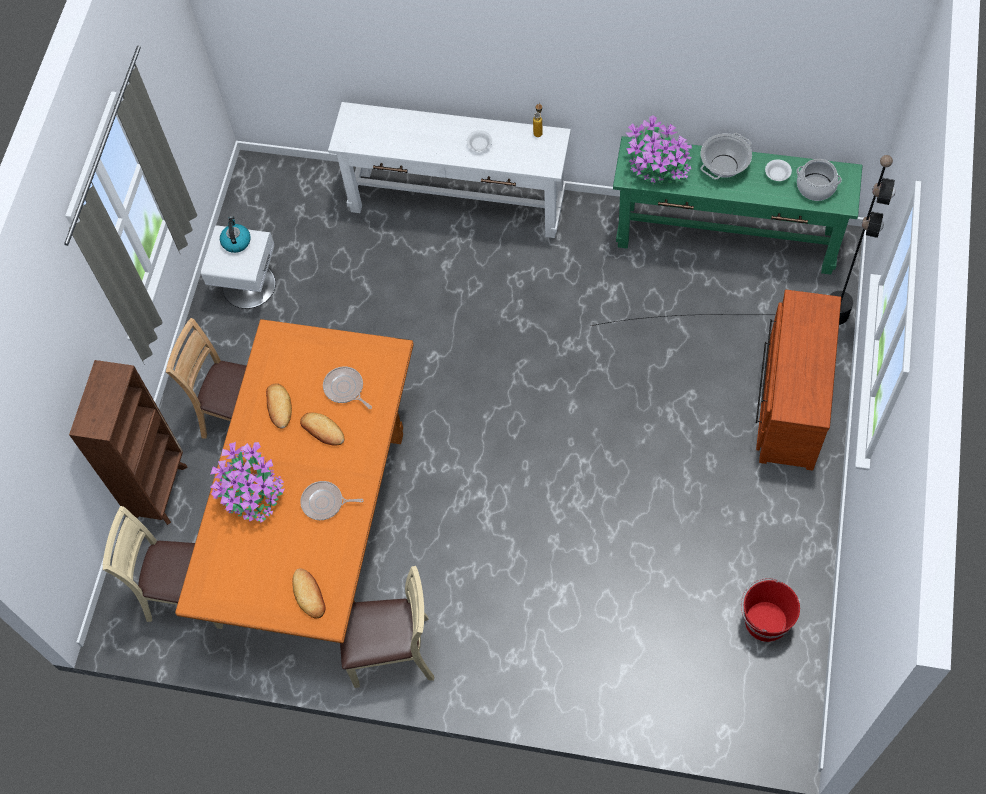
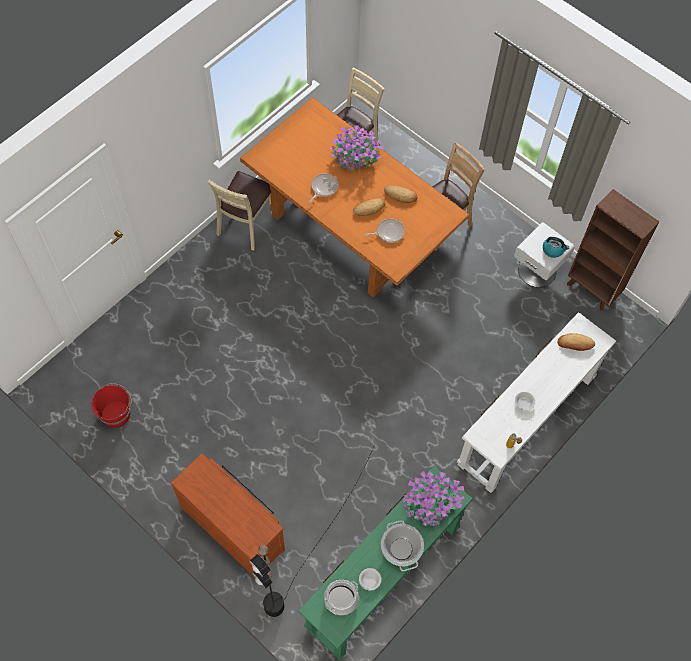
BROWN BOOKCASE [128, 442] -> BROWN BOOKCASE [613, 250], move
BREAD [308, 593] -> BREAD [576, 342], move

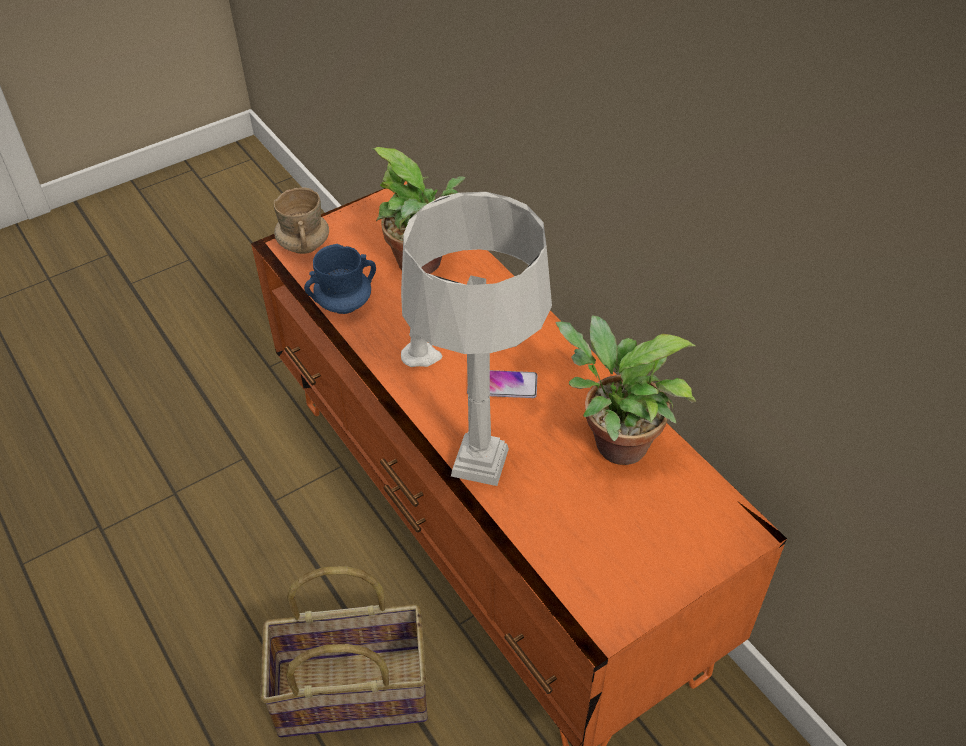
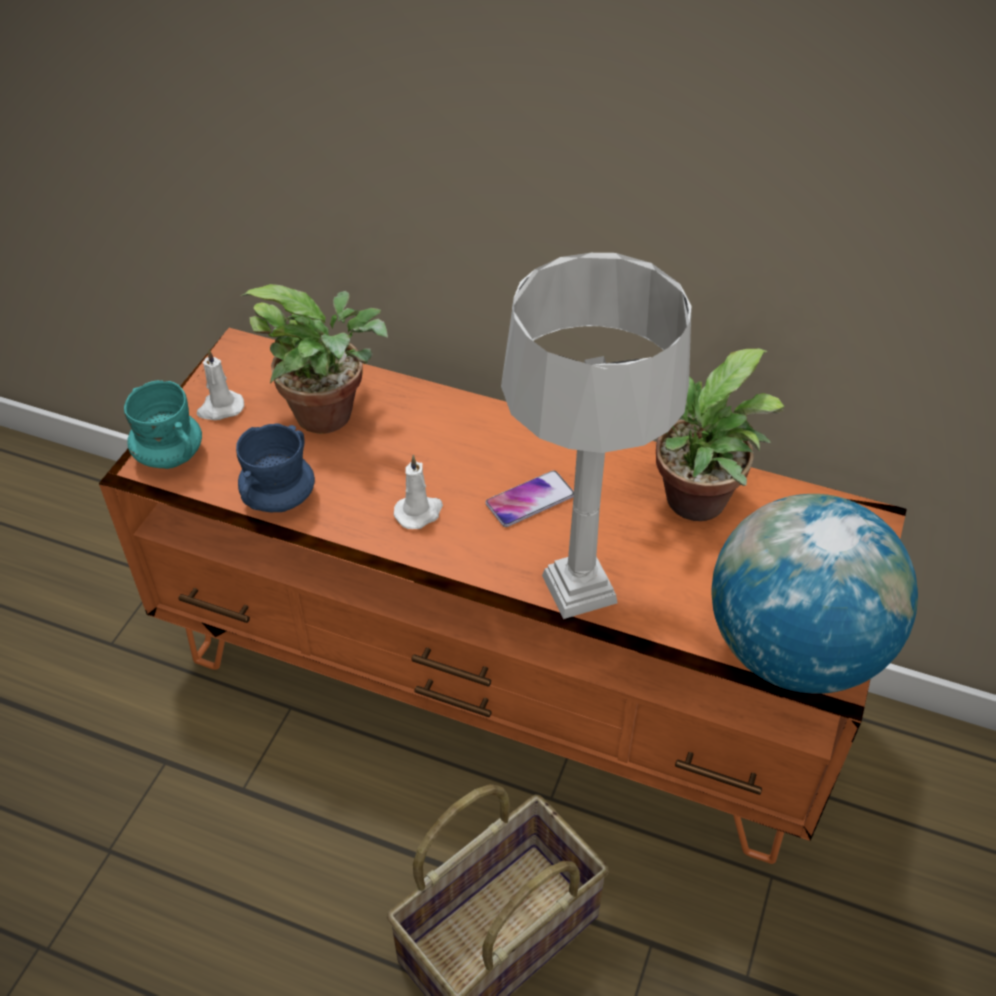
BEIGE MUG [301, 220] -> TURQUOISE MUG [163, 424]
none -> WHITE CANDLE [220, 384]
none -> GLOBE [815, 594]

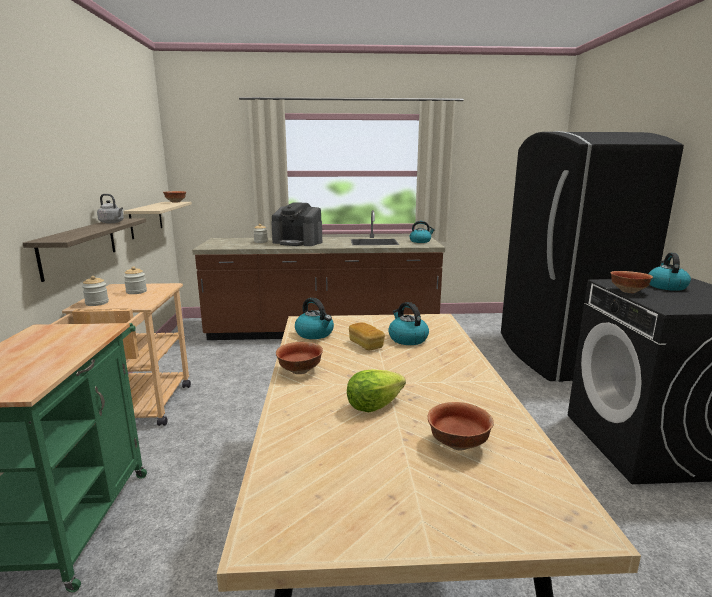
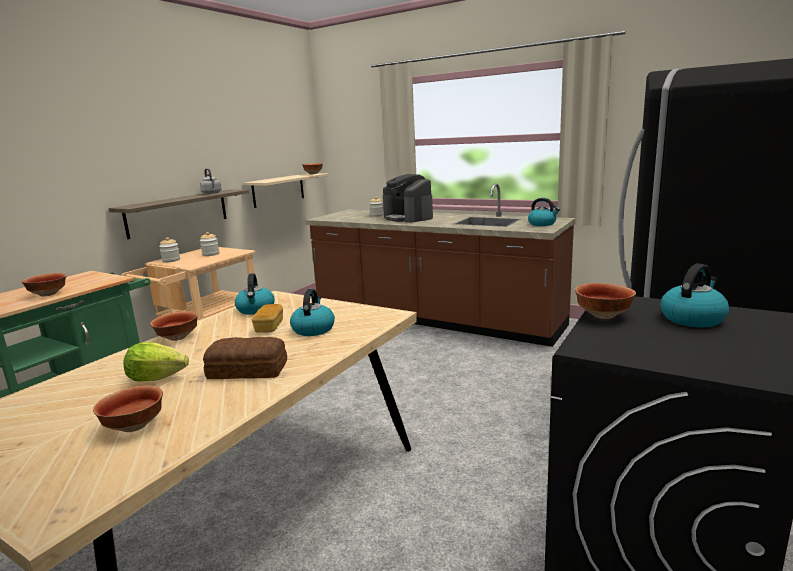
none -> BOWL [43, 285]
none -> BREAD [245, 358]

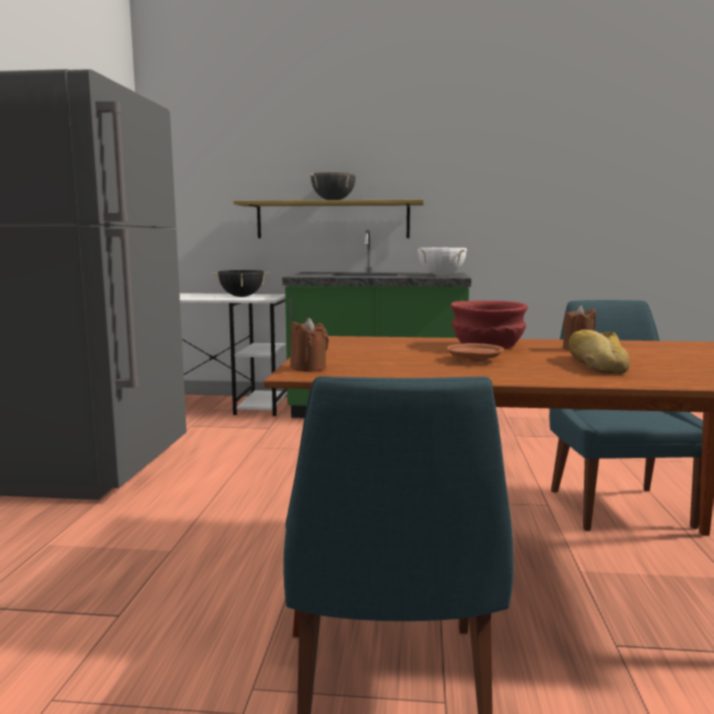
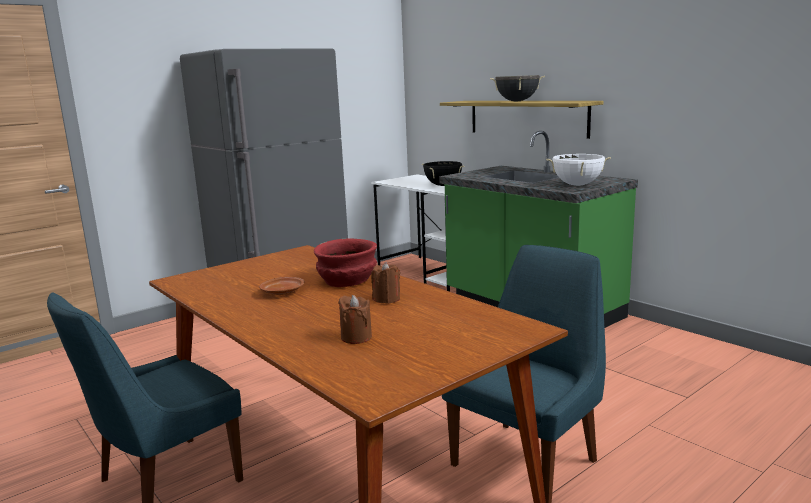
BROWN CANDLE [309, 344] -> BROWN CANDLE [355, 319], move
BREAD [599, 351] -> none

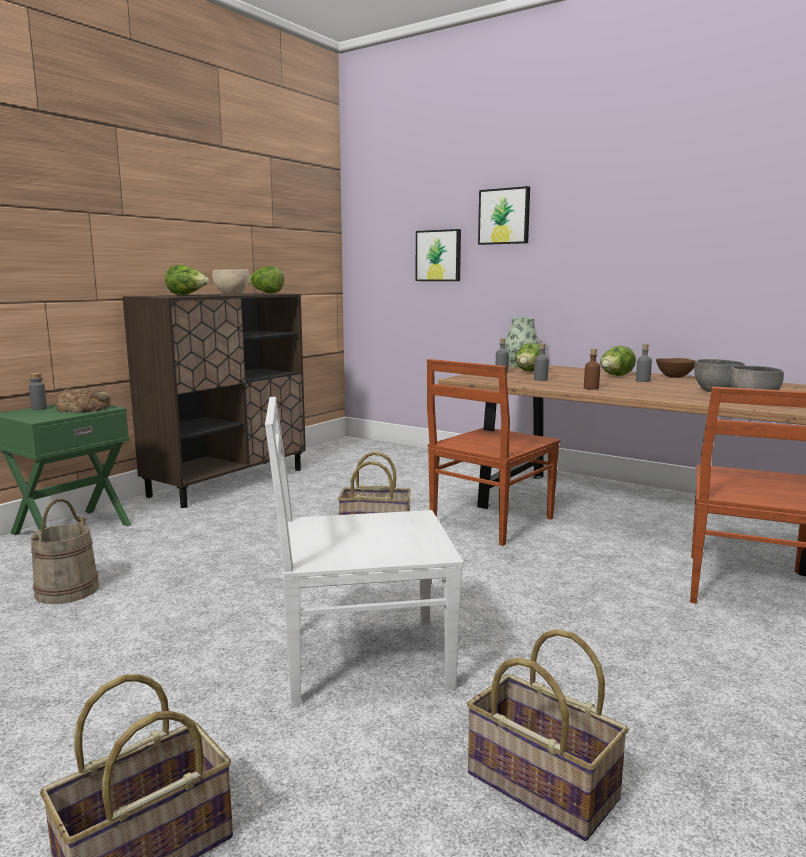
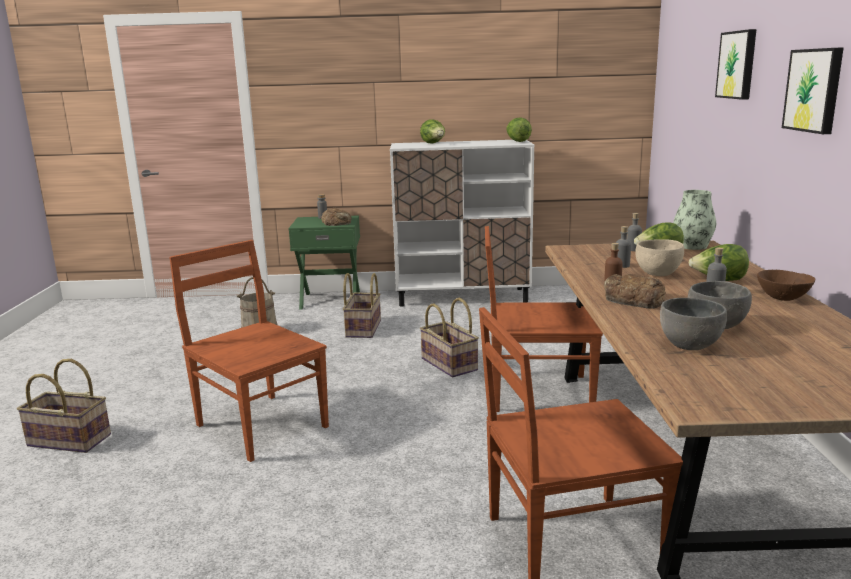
PICTURE [438, 255] -> PICTURE [813, 90], move
BEIGE BOWL [231, 281] -> BEIGE BOWL [659, 257], move
BROWN CABINET [214, 400] -> WHITE CABINET [462, 223]
WHITE CHAIR [364, 551] -> BROWN CHAIR [249, 351]
BASKET [548, 735] -> BASKET [362, 305], move
none -> BREAD [635, 291]

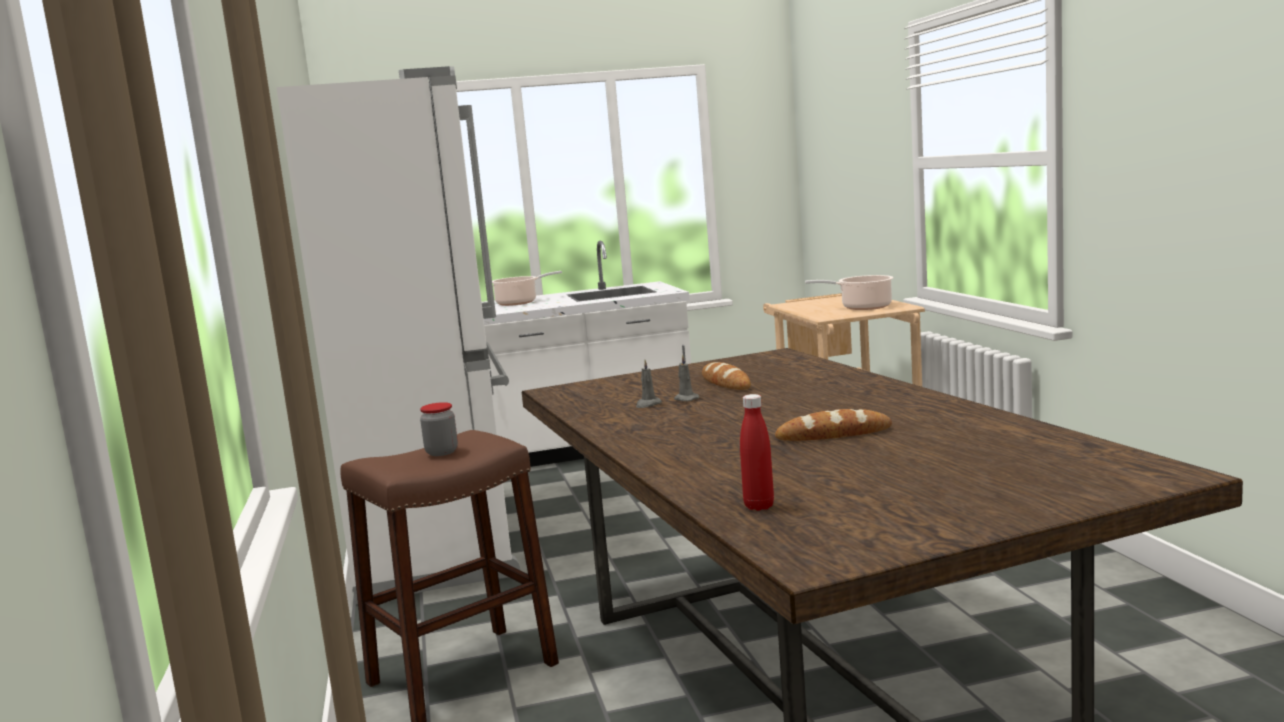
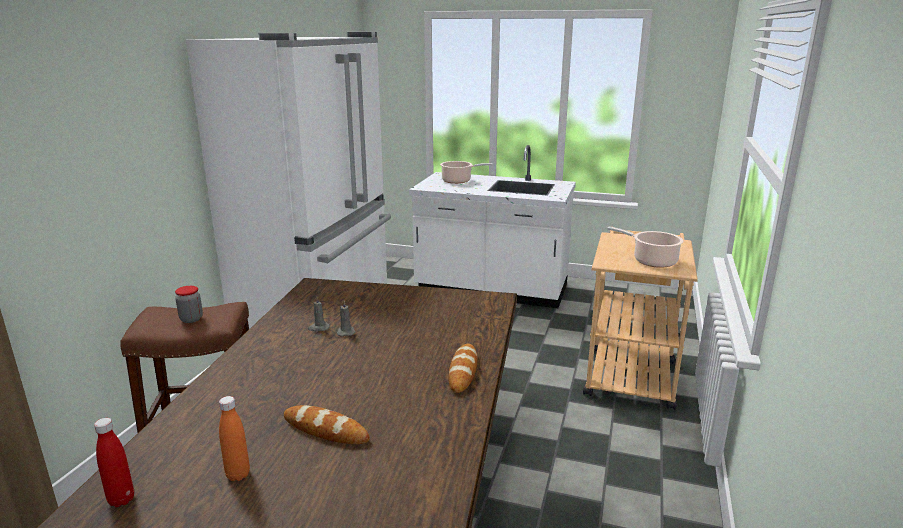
BREAD [726, 376] -> BREAD [463, 368], move
none -> ORANGE BOTTLE [234, 438]

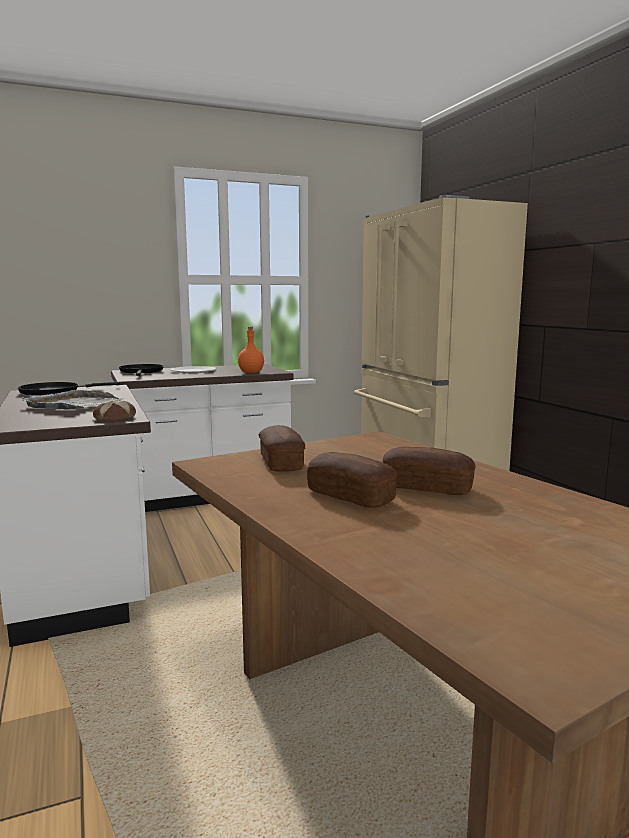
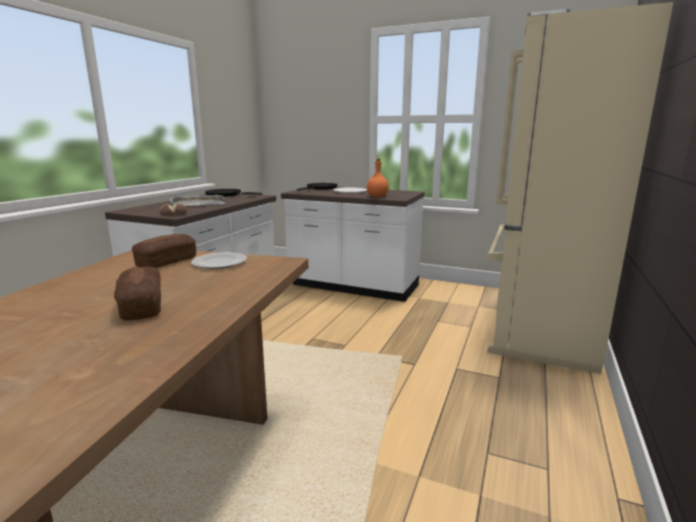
BREAD [352, 480] -> none
none -> PLATE [219, 260]

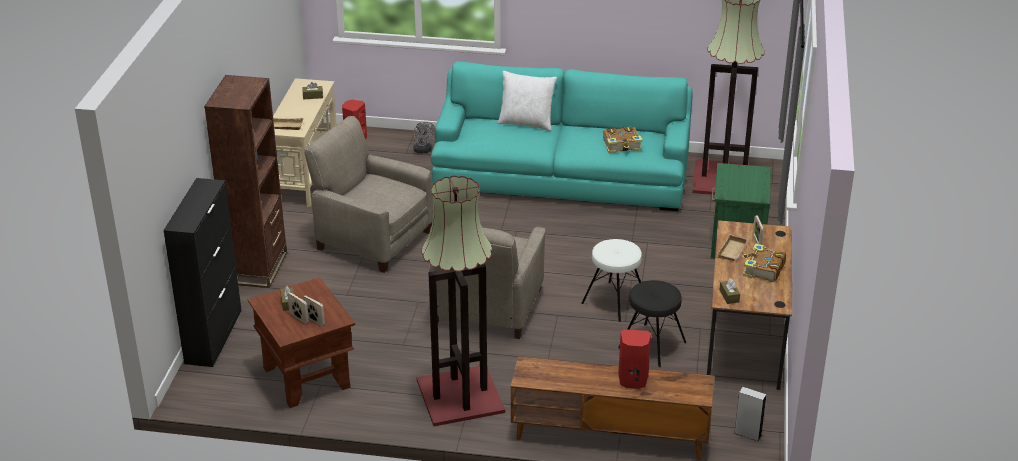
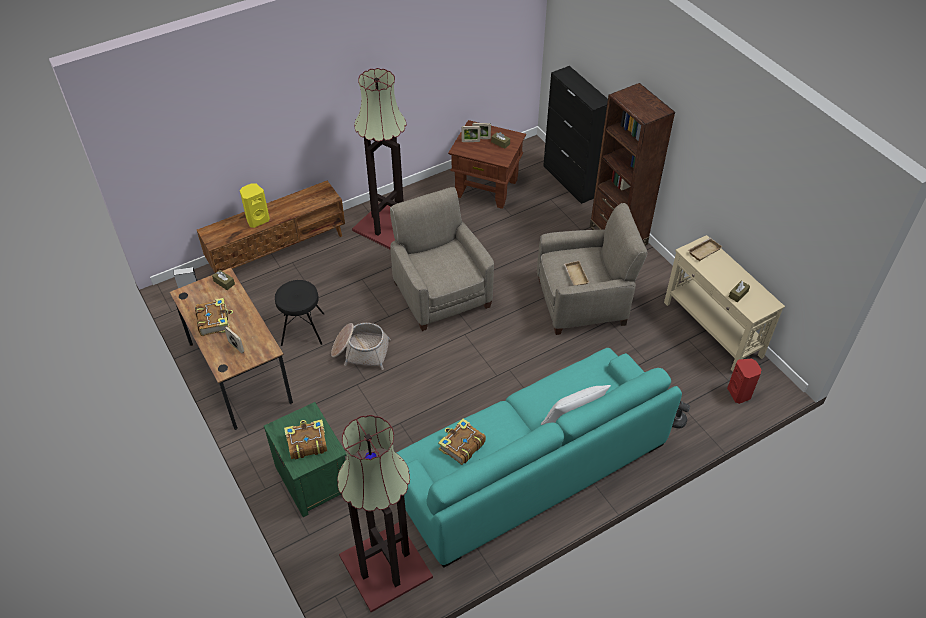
BEIGE TRAY [733, 247] -> BEIGE TRAY [576, 273], move
WHITE STOOL [611, 280] -> BASKET [361, 346]
RED SPEAKER [634, 359] -> YELLOW SPEAKER [255, 206]
none -> BOOK [305, 439]

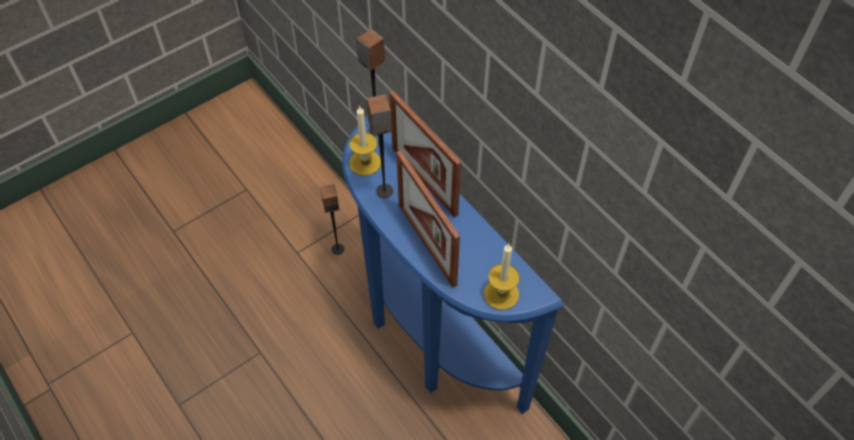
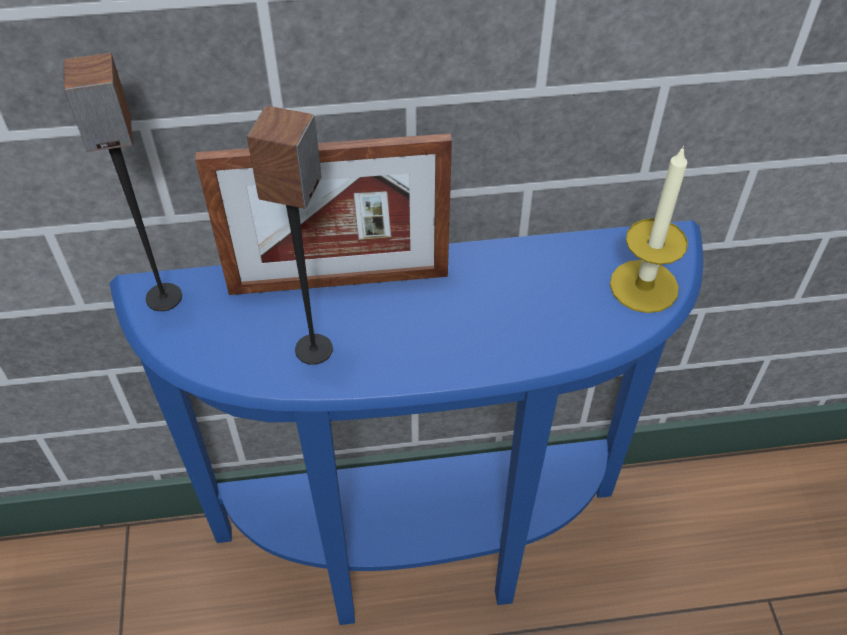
CANDLE [365, 141] -> none
PICTURE FRAME [428, 218] -> none
SPEAKER [332, 219] -> none

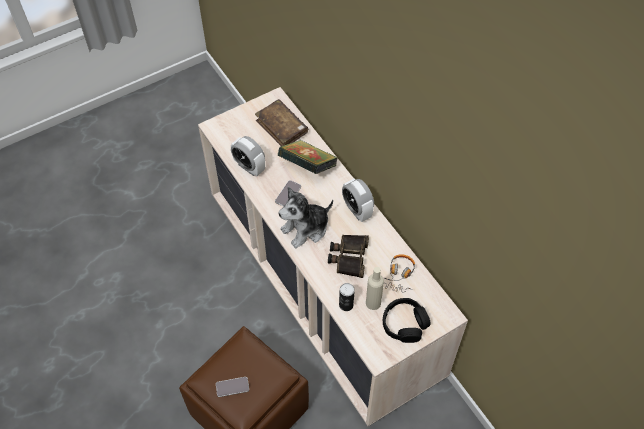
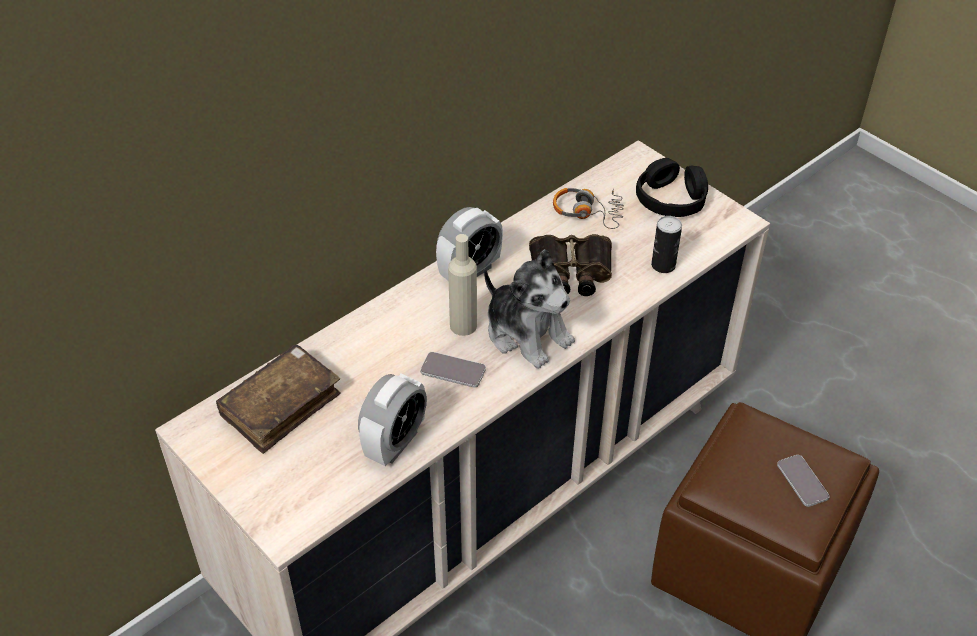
BOOK [307, 157] -> none
BEIGE BOTTLE [375, 288] -> BEIGE BOTTLE [462, 285], move

